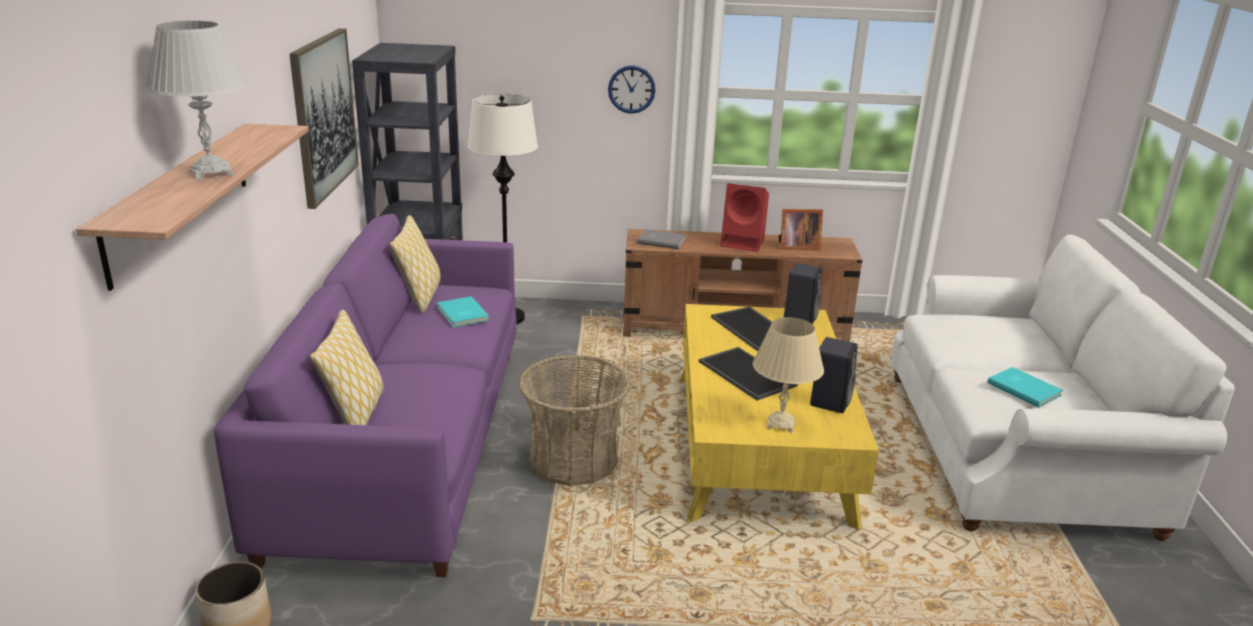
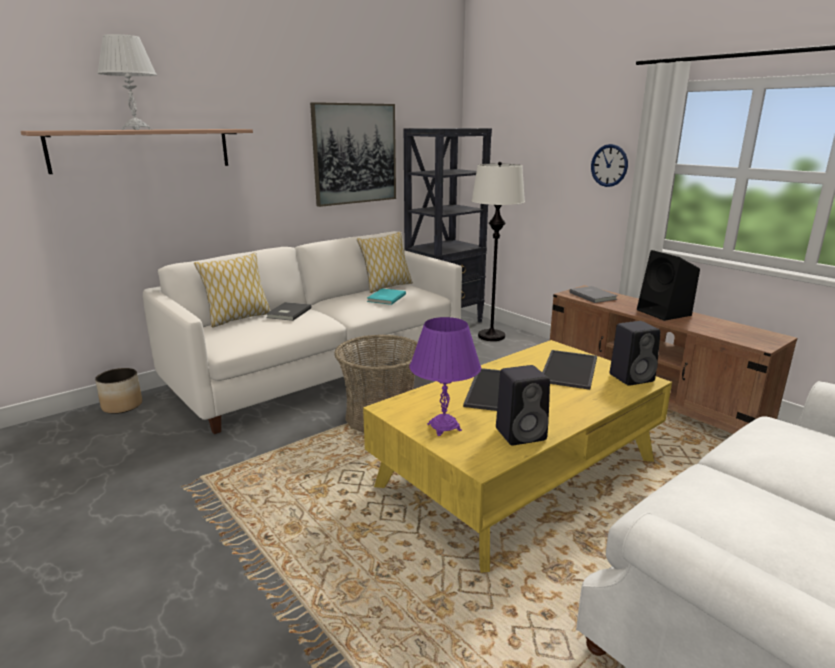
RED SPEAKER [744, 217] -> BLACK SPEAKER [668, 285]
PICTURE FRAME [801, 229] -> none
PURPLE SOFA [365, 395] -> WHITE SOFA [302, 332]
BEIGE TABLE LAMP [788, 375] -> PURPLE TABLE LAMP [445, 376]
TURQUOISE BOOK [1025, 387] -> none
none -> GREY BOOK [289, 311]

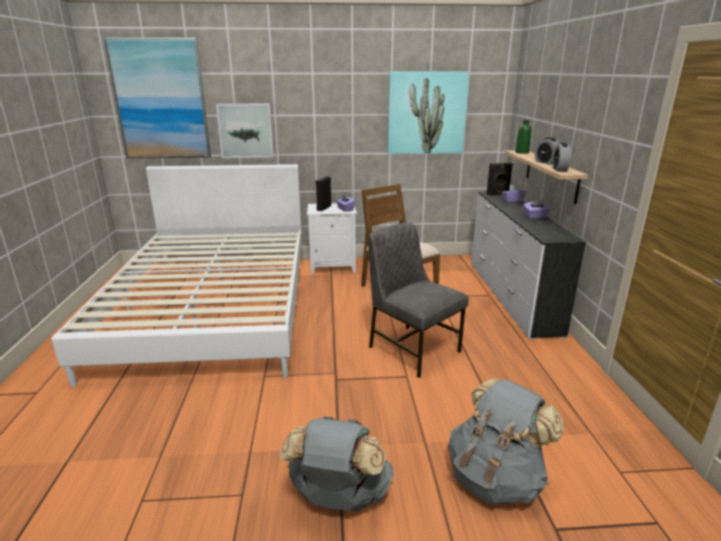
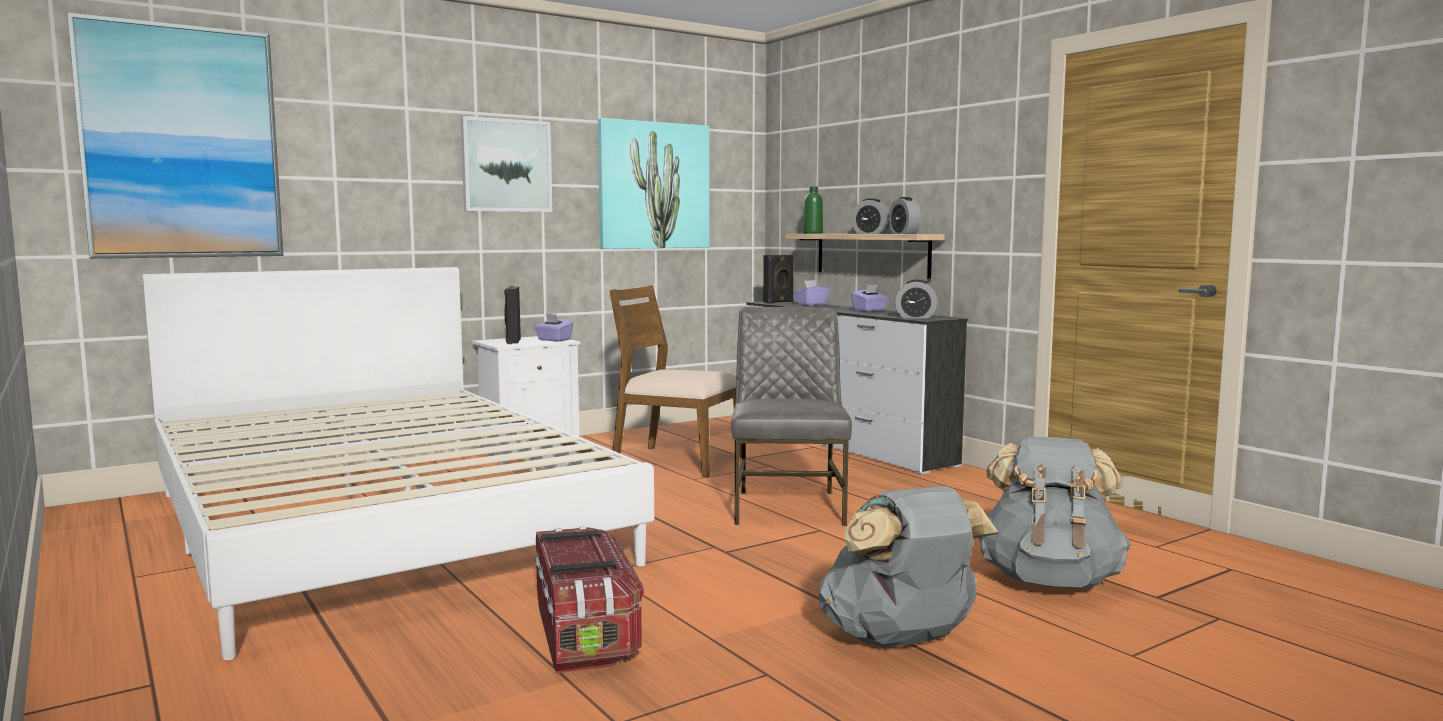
PICTURE [245, 130] -> PICTURE [506, 164], move
GREY CHAIR [418, 300] -> GREY CHAIR [791, 416], 75 degrees clockwise
none -> ALARM CLOCK [916, 299]
none -> STORAGE BOX [589, 600]

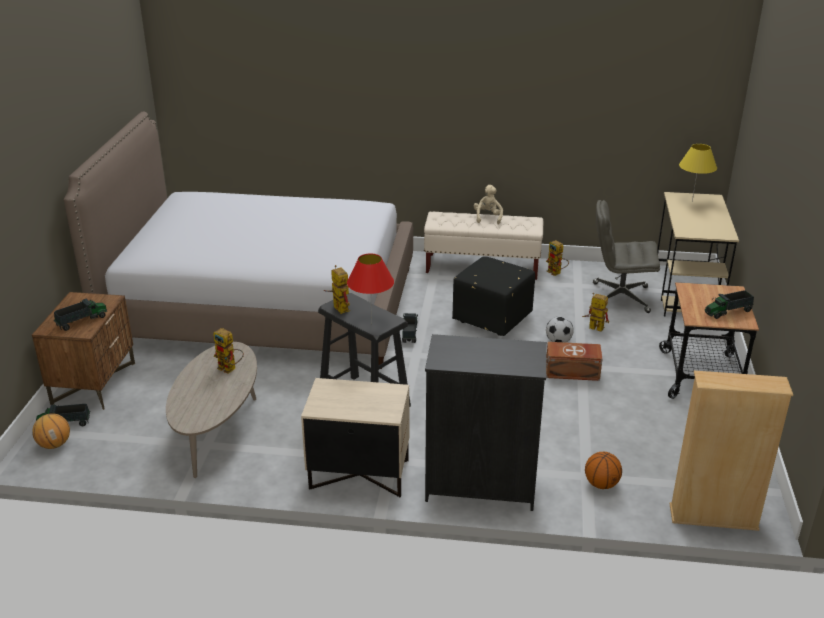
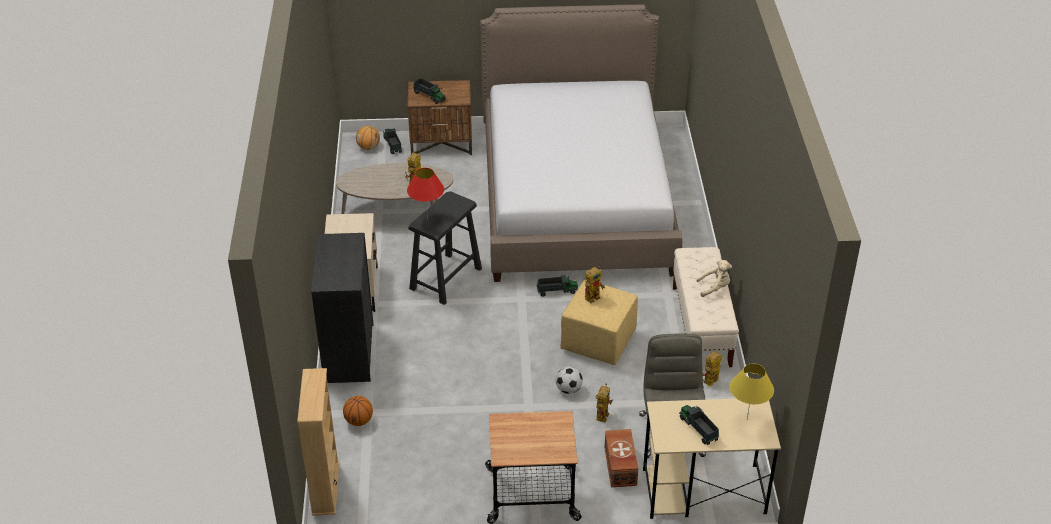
BLACK OTTOMAN [493, 296] -> YELLOW OTTOMAN [599, 322]
TOY ROBOT [337, 289] -> TOY ROBOT [595, 284], move
TOY TRUCK [729, 304] -> TOY TRUCK [699, 425], move
BROWN STORAGE BOX [574, 361] -> BROWN STORAGE BOX [621, 458], move

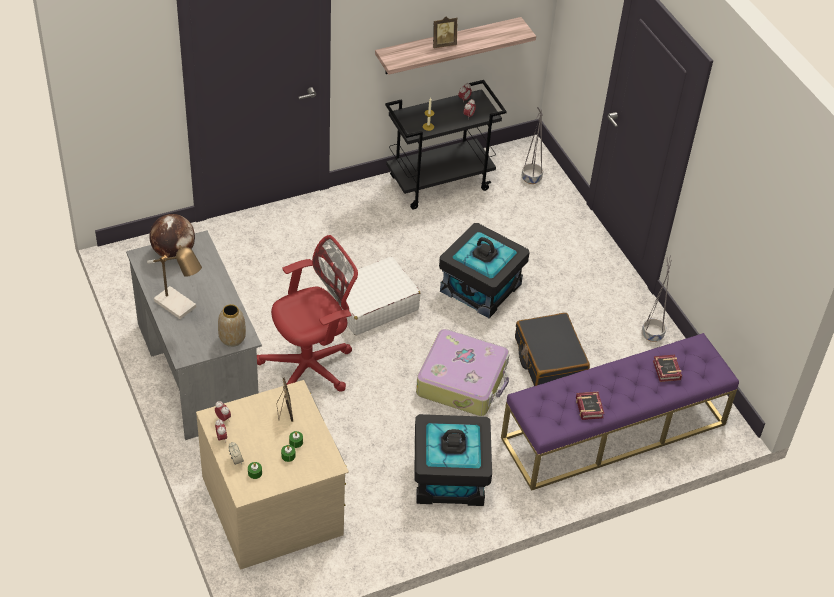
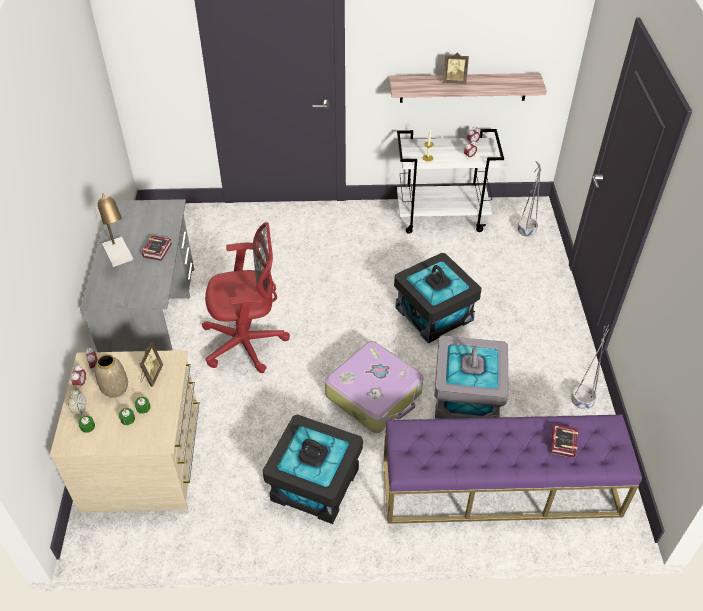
BLACK CART [446, 145] -> WHITE CART [450, 181]
GLOBE [172, 236] -> none
WHITE SUITCASE [374, 296] -> none
VASE [232, 325] -> VASE [111, 376], move
BLACK SUITCASE [552, 349] -> GREY STORAGE BOX [471, 377]
BOOK [590, 406] -> BOOK [157, 248], move

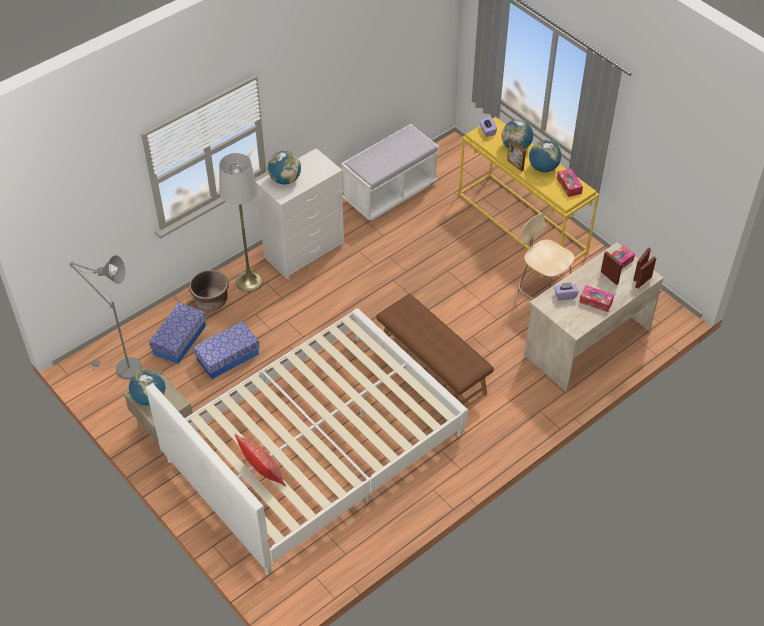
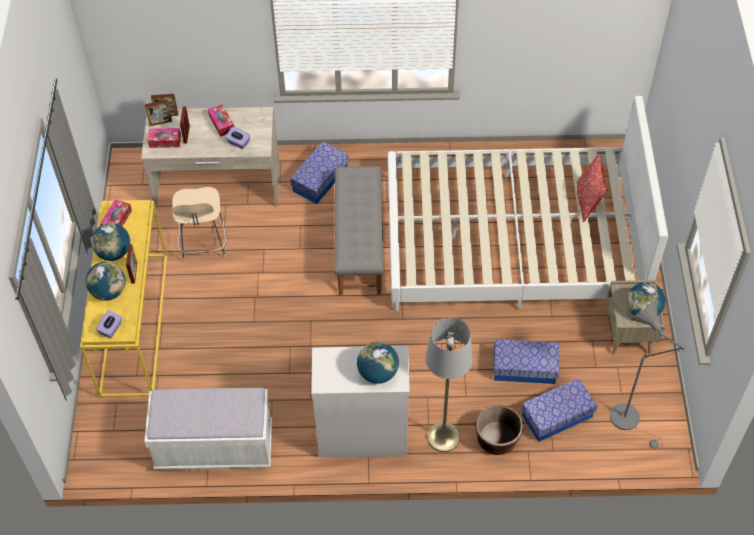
BROWN BENCH [435, 349] -> GREY BENCH [359, 230]
none -> STORAGE BOX [319, 172]

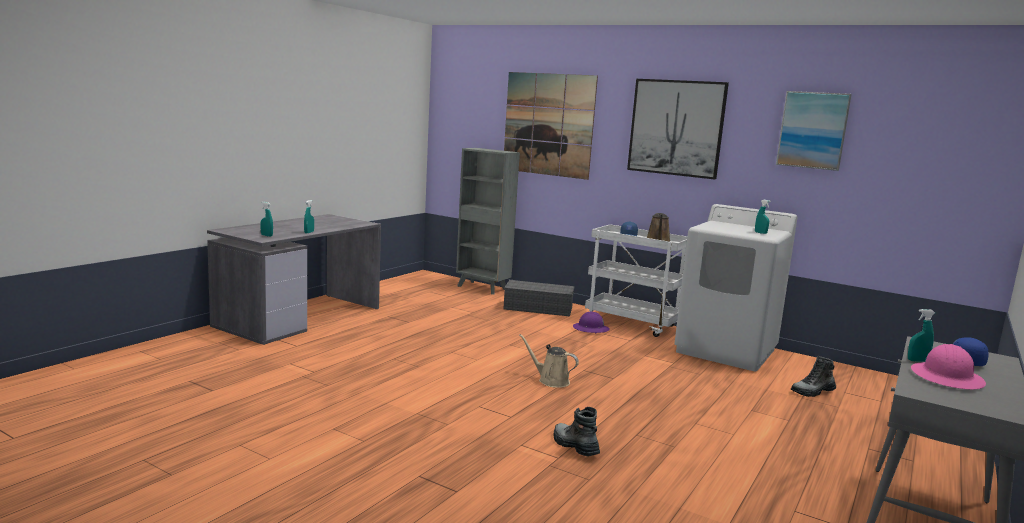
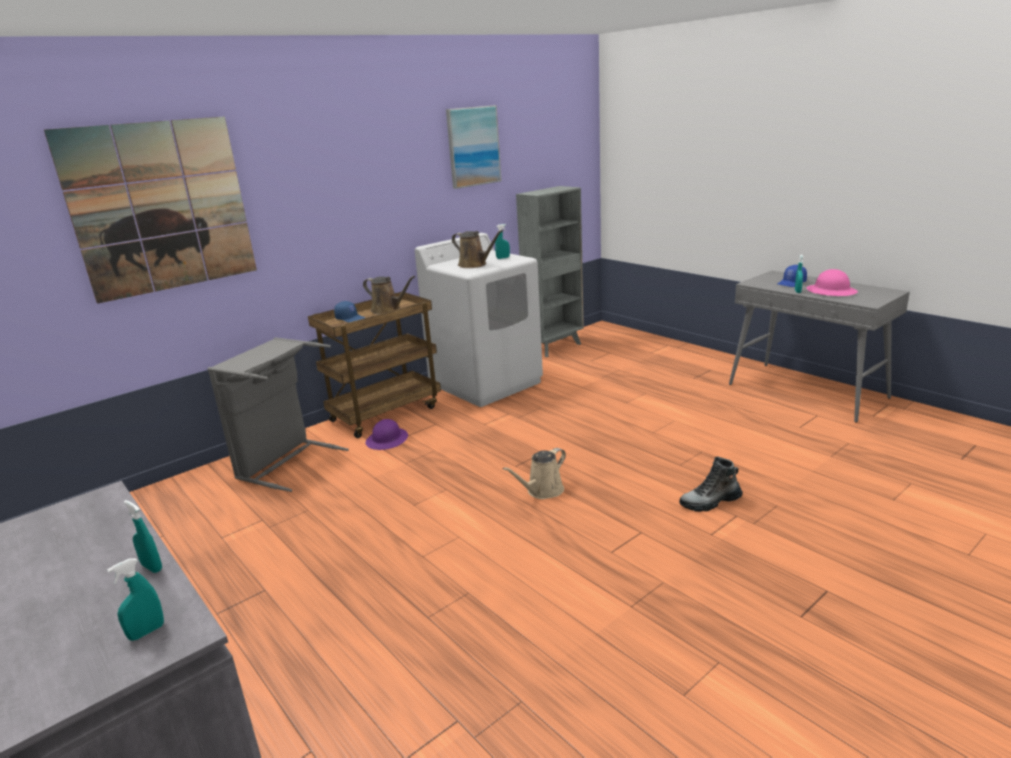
PICTURE [678, 129] -> none
GREY BOOKCASE [488, 221] -> GREY BOOKCASE [550, 271], move
WHITE CART [636, 280] -> BROWN CART [374, 365]
GREY STORAGE BOX [539, 298] -> GREY LAUNDRY BASKET [278, 414]
BOOT [813, 376] -> none
none -> BROWN WATERING CAN [477, 249]

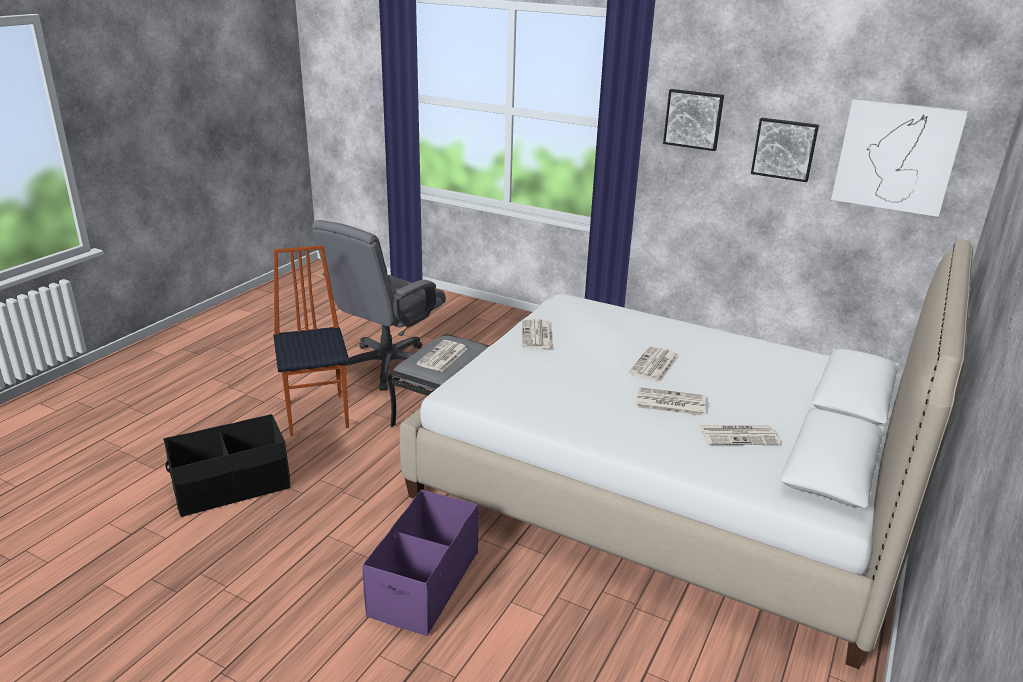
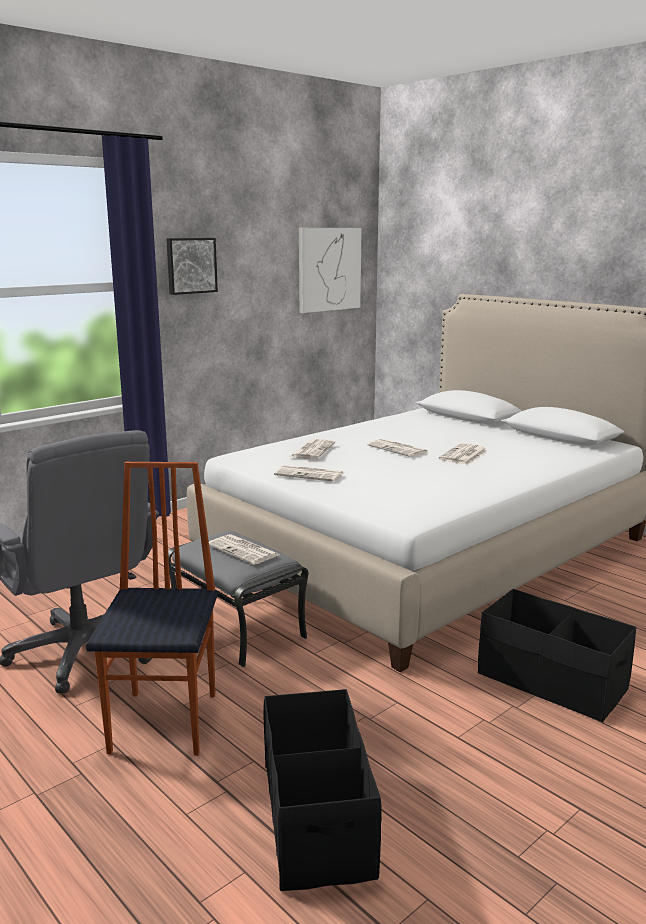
PICTURE [785, 150] -> none
CHAIR [311, 340] -> CHAIR [152, 609], 90 degrees clockwise
NEWSPAPER [740, 435] -> NEWSPAPER [312, 449], move
PURPLE STORAGE BOX [420, 562] -> BLACK STORAGE BOX [557, 655]

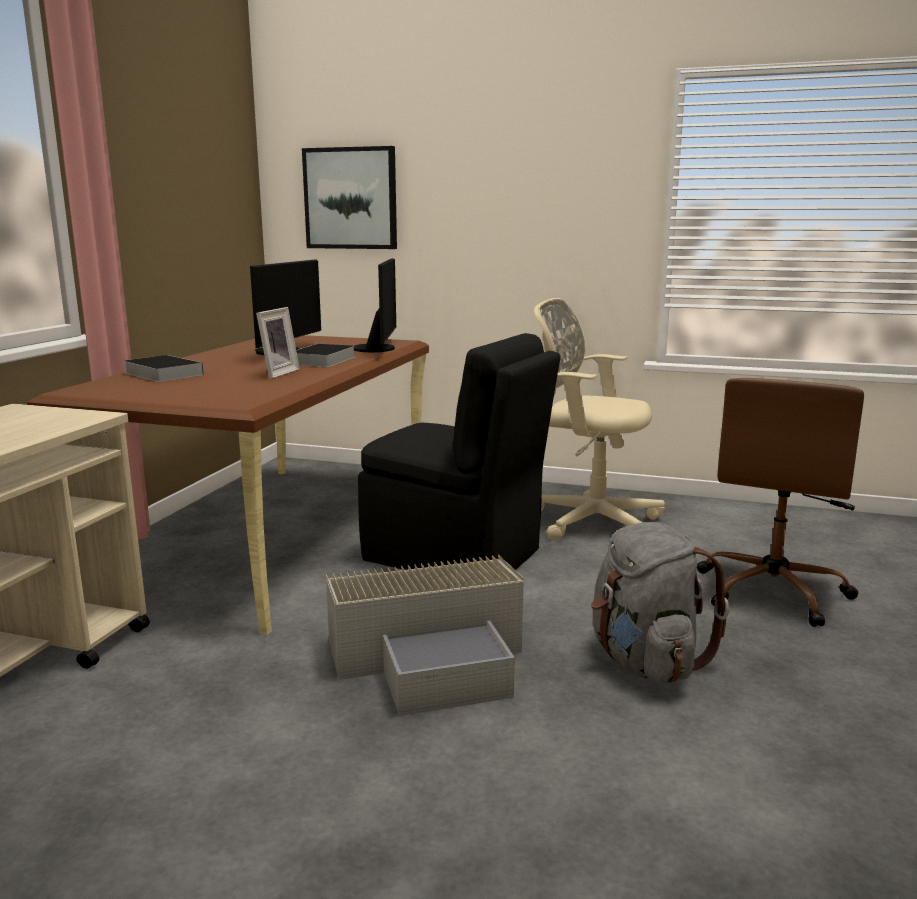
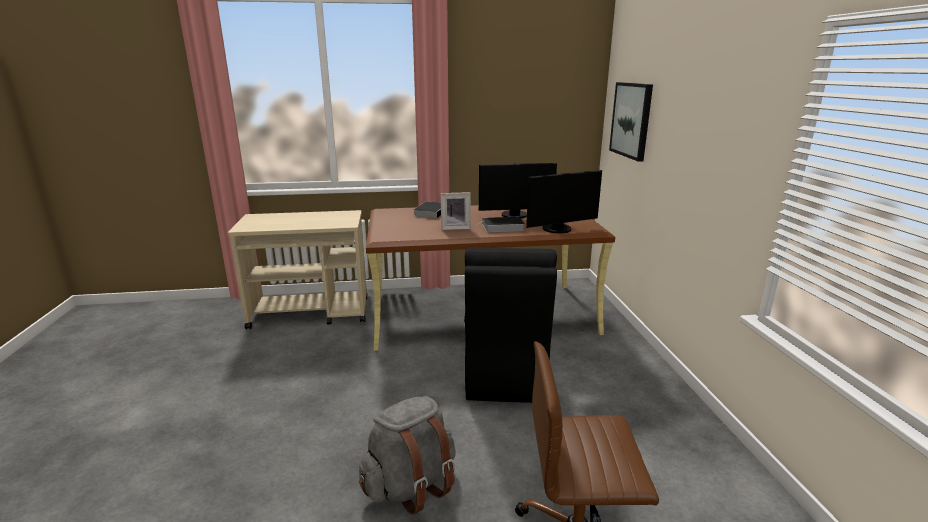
BEIGE OFFICE CHAIR [599, 419] -> none
GREY STORAGE BOX [425, 635] -> none

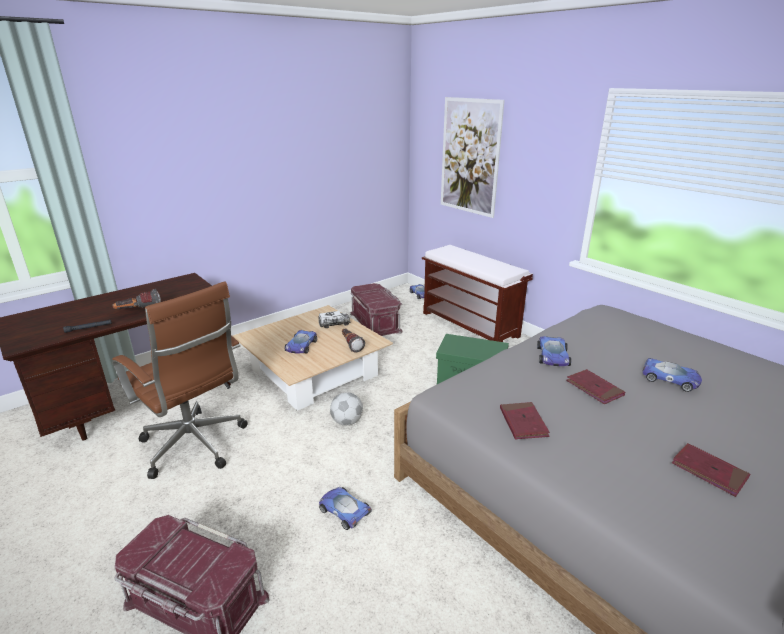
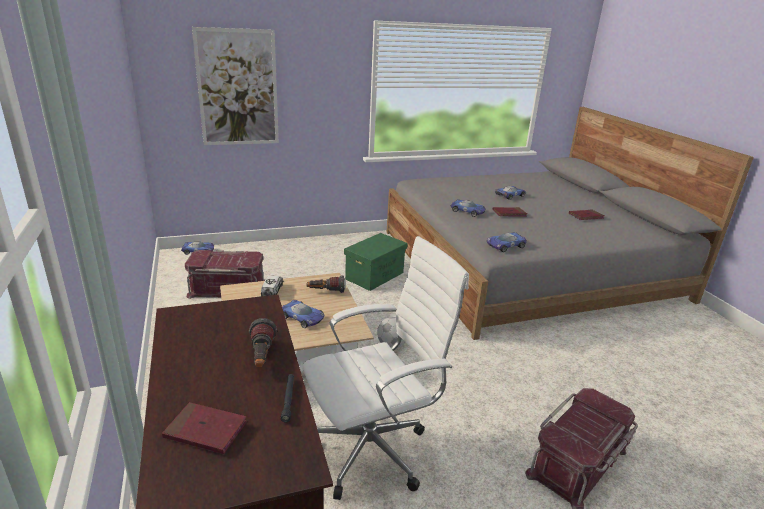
BROWN BENCH [477, 293] -> none
BROWN OFFICE CHAIR [180, 380] -> WHITE OFFICE CHAIR [386, 368]
RED BOOK [525, 420] -> RED BOOK [204, 428], move
TOY CAR [345, 508] -> TOY CAR [507, 242], move

